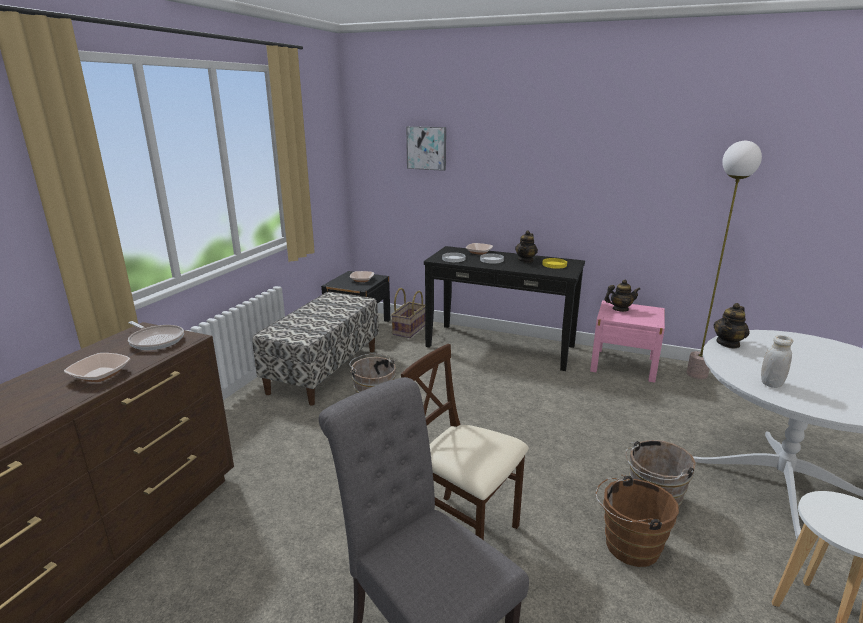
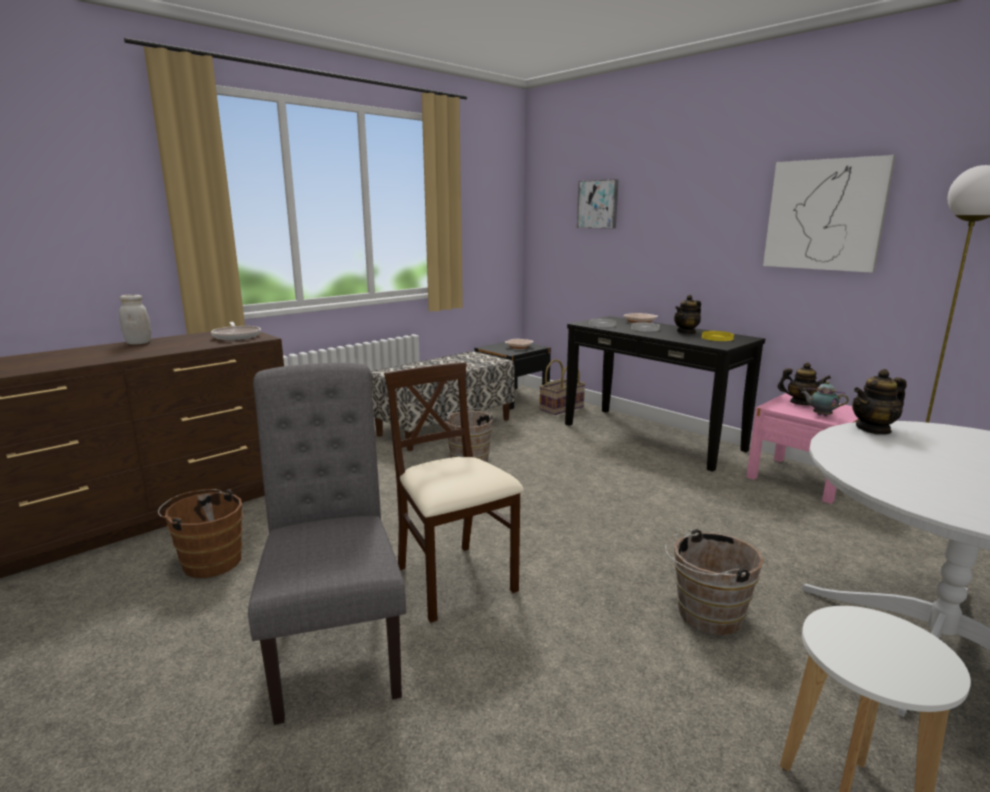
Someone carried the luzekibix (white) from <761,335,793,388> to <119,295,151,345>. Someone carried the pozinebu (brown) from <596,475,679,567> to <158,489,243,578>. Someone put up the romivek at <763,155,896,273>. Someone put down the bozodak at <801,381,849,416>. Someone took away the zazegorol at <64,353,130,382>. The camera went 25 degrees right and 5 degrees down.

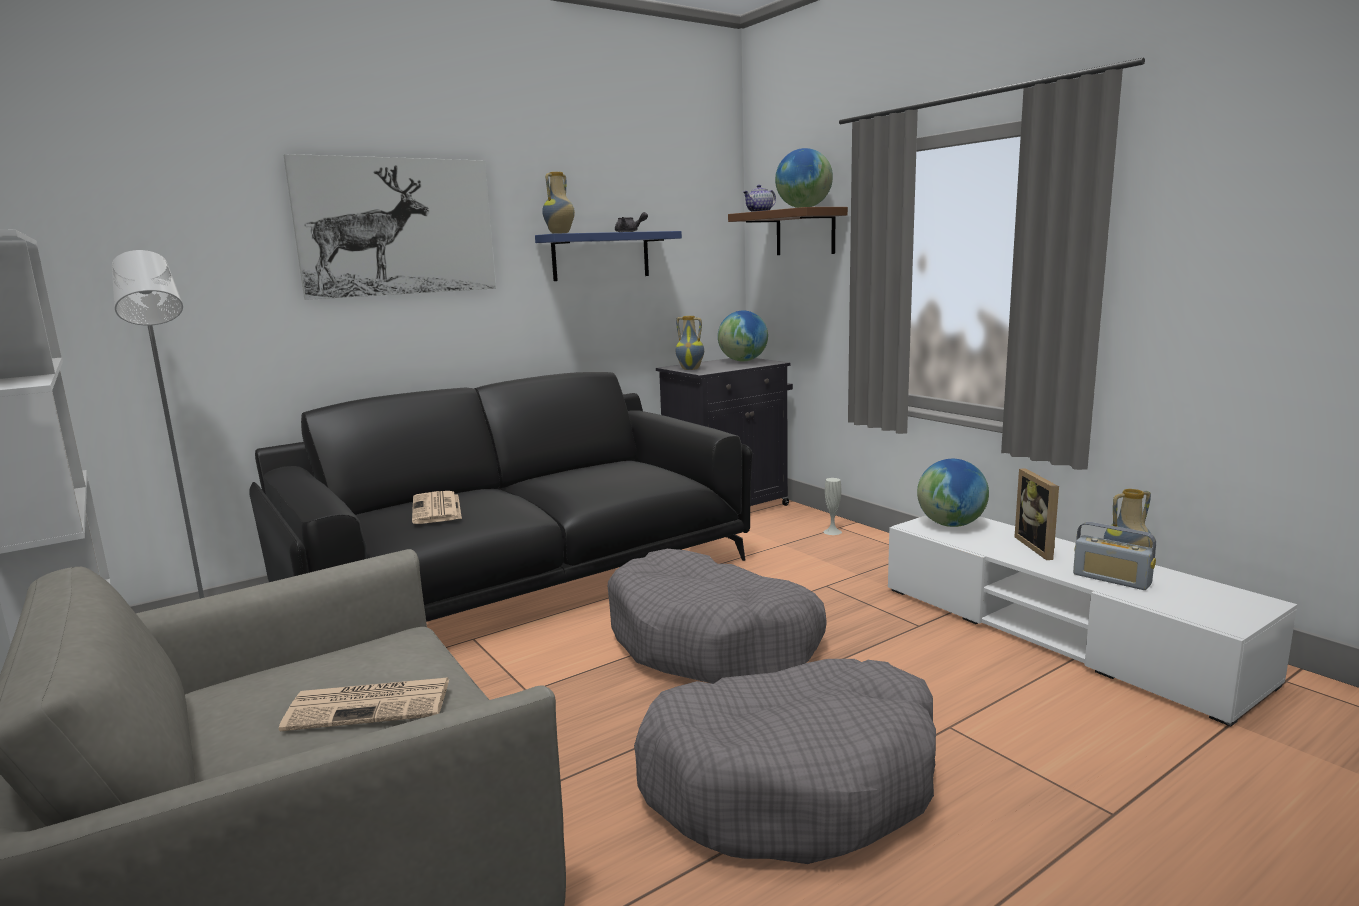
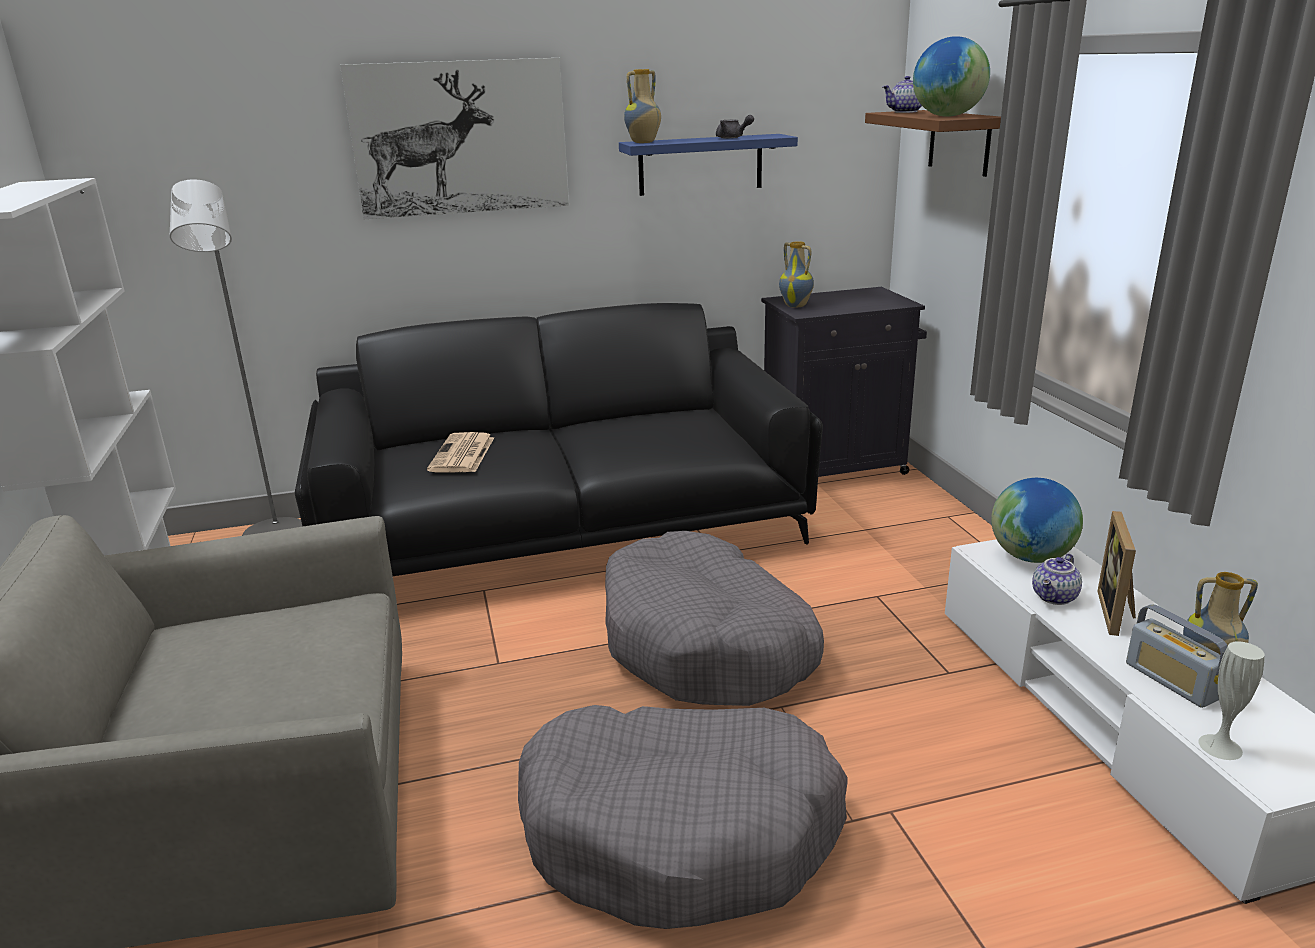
Someone put down the bozodak at <1032,553,1082,605>. Someone carried the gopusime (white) from <823,478,842,535> to <1198,641,1265,760>. Someone took away the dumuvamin at <279,677,450,731>. Someone took away the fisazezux at <718,311,768,361>. The camera went 20 degrees right and 10 degrees up.

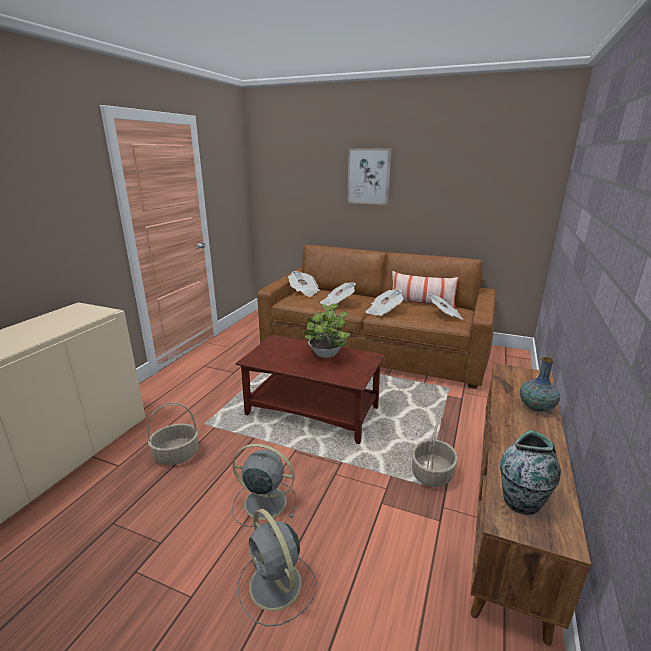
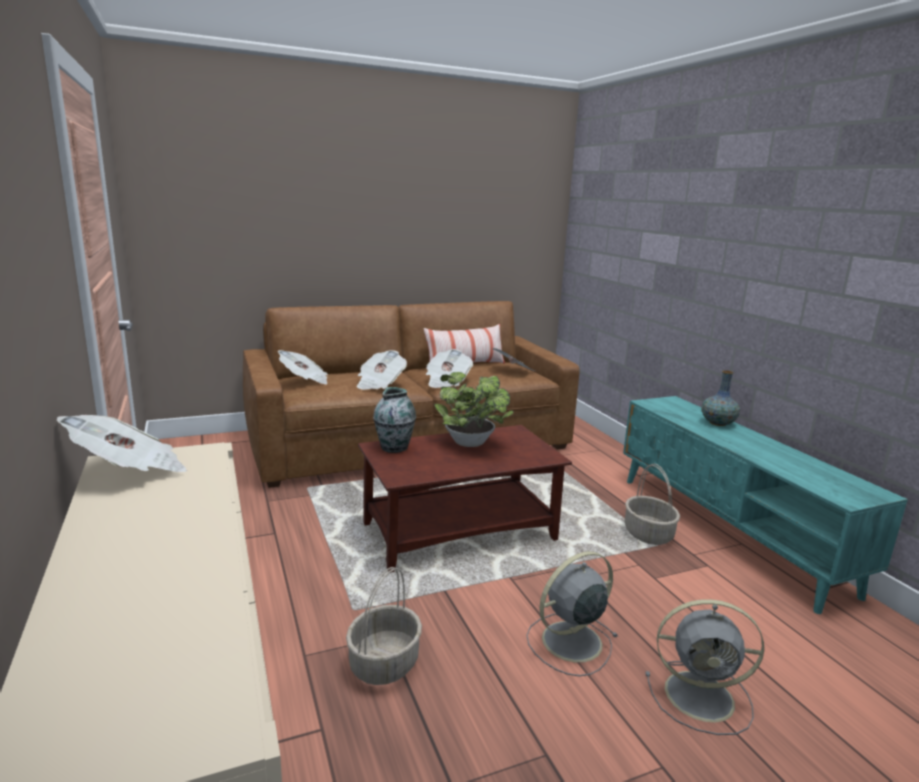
Someone put down the dumuvamin at <57,415,188,472>. Someone carried the gopusime from <500,430,561,515> to <373,387,416,453>. Someone repainted the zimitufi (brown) at <470,363,591,646>, which became the zimitufi (turquoise) at <623,396,908,614>. Someone took away the romivek at <347,148,391,205>. The camera went 45 degrees left and 5 degrees down.

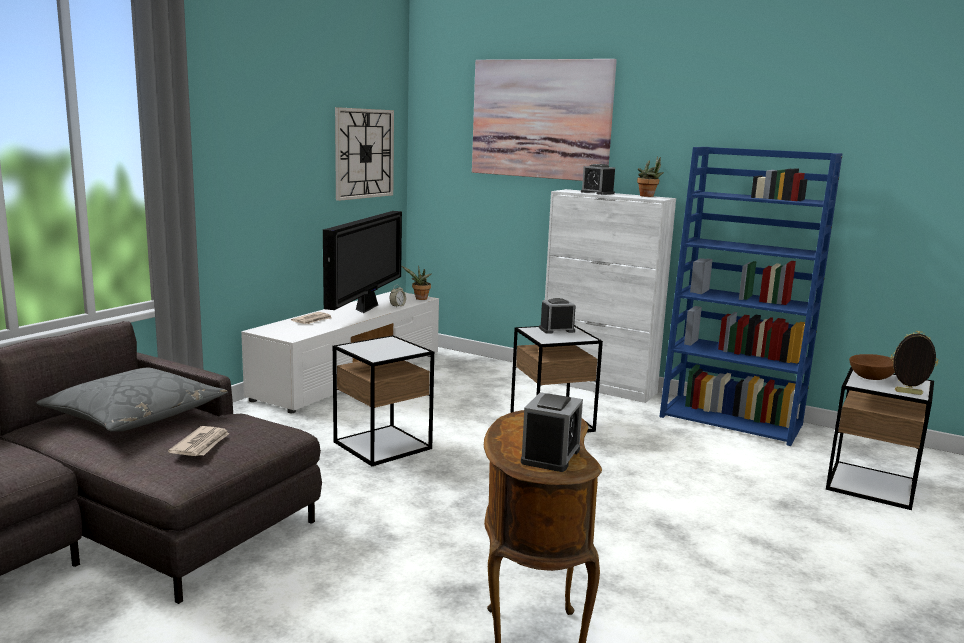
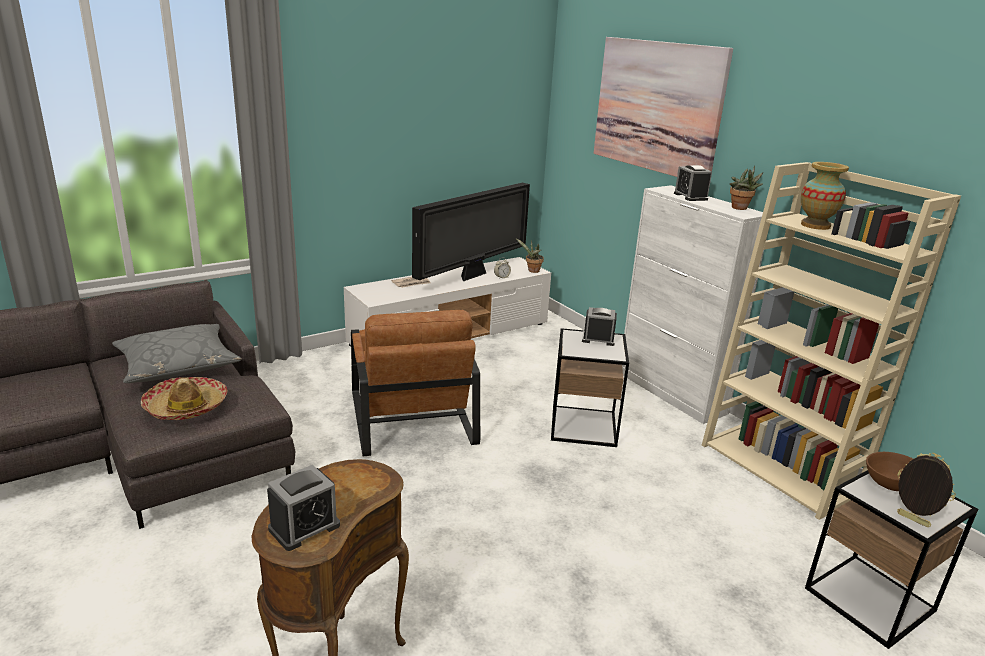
Someone swapped the dumuvamin at <168,426,229,456> for the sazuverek at <141,377,228,420>. Someone swapped the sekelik at <333,335,434,466> for the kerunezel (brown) at <351,310,480,456>. Someone repainted the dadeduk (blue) at <659,147,842,446>, which became the dadeduk (beige) at <702,162,961,520>. Someone put down the gopusime at <801,162,849,230>. Someone took away the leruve at <335,107,394,201>. The camera went 25 degrees right and 10 degrees up.

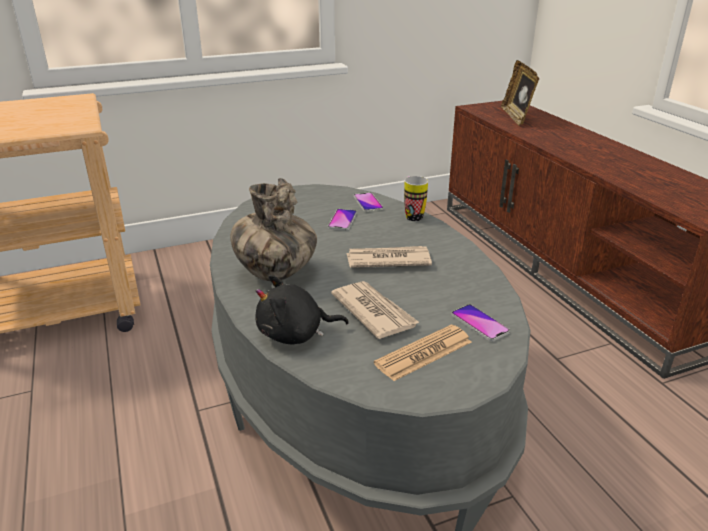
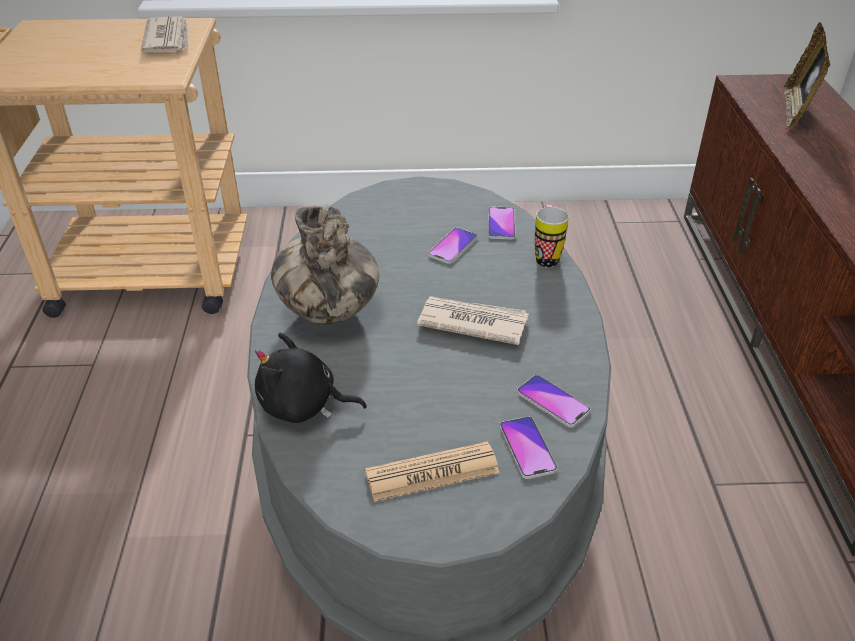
Someone carried the dumuvamin from <331,281,420,339> to <141,17,189,52>. Someone put down the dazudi at <517,375,591,427>. The camera went 20 degrees right and 10 degrees up.

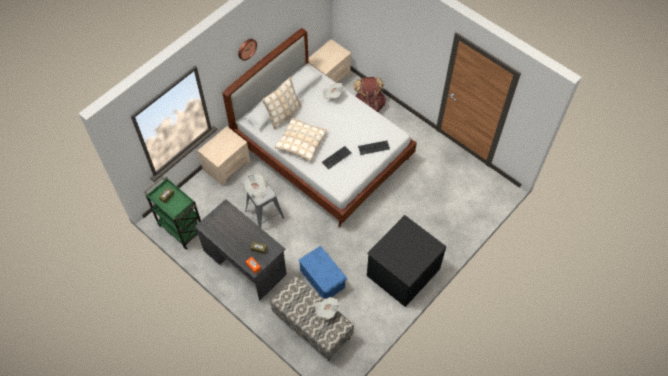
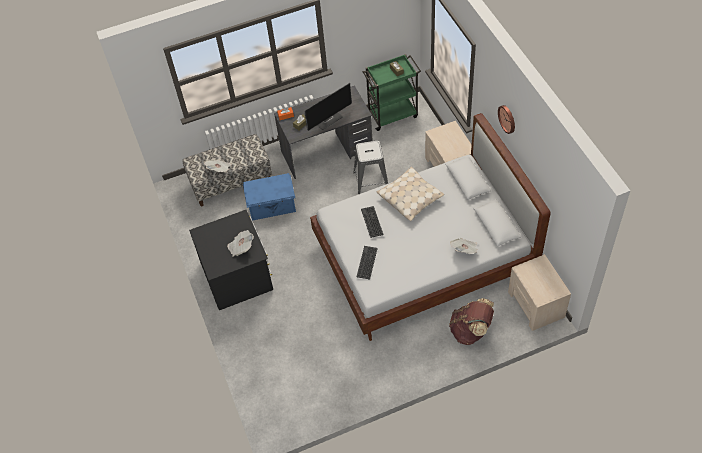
Someone carried the dumuvamin from <244,174,268,200> to <227,230,254,257>. Someone put down the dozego at <305,83,352,131>. Someone took away the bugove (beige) at <262,77,302,130>. The camera went 120 degrees right and 5 degrees down.

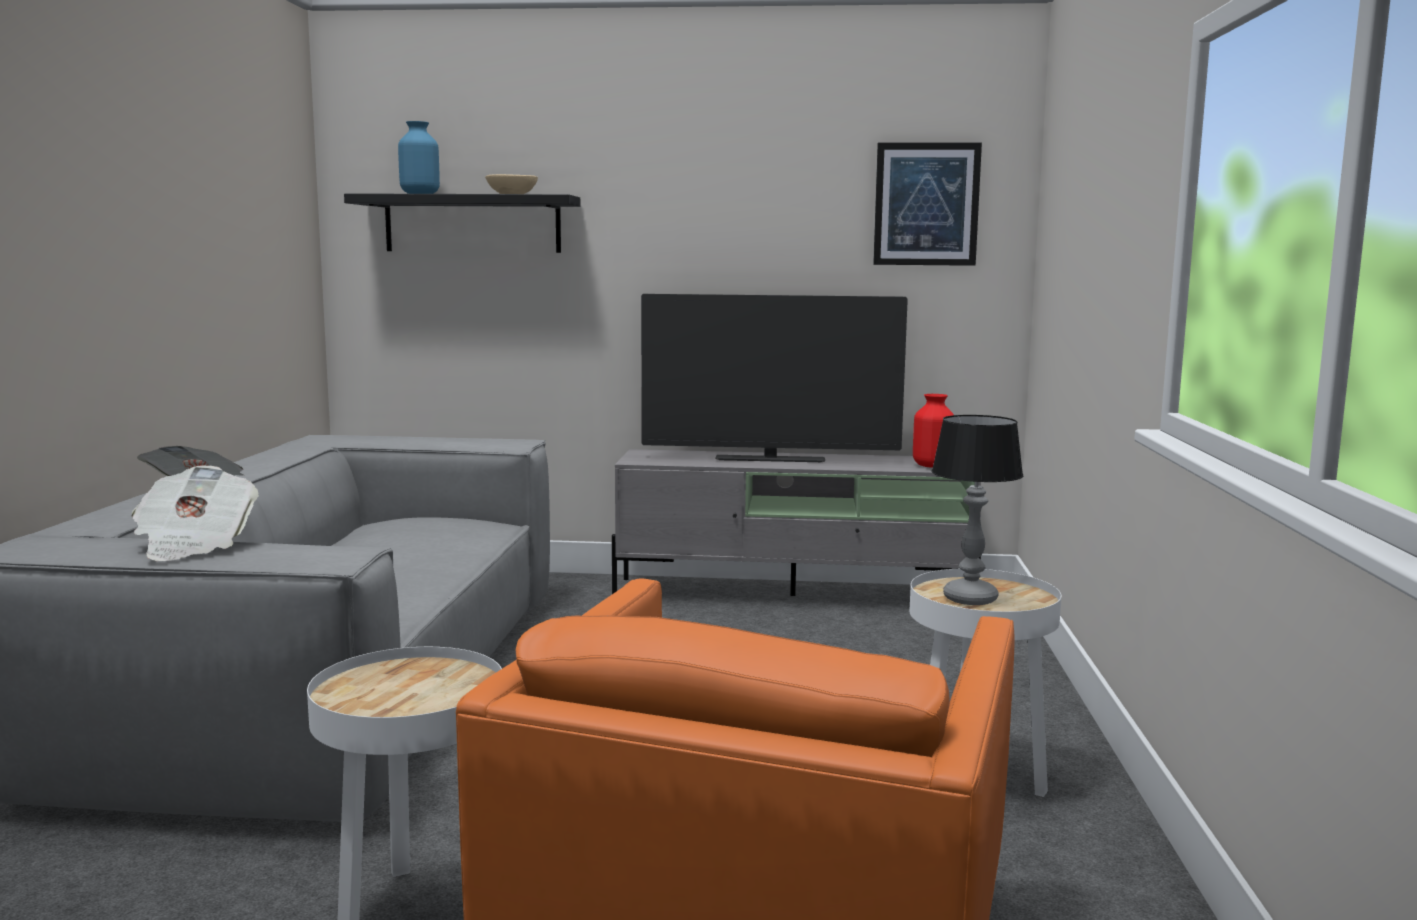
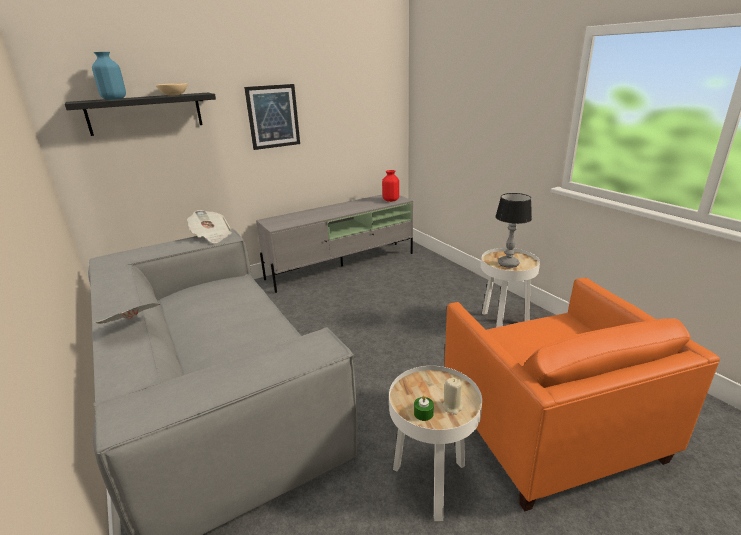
Someone carried the dumuvamin from <131,465,259,561> to <187,210,232,243>. Someone carried the romivek from <873,142,982,266> to <244,84,300,150>. Someone put down the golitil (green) at <414,395,434,421>. Someone put down the golitil (beige) at <442,377,463,415>. Someone took away the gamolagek at <641,294,908,462>. The camera went 35 degrees left and 15 degrees up.

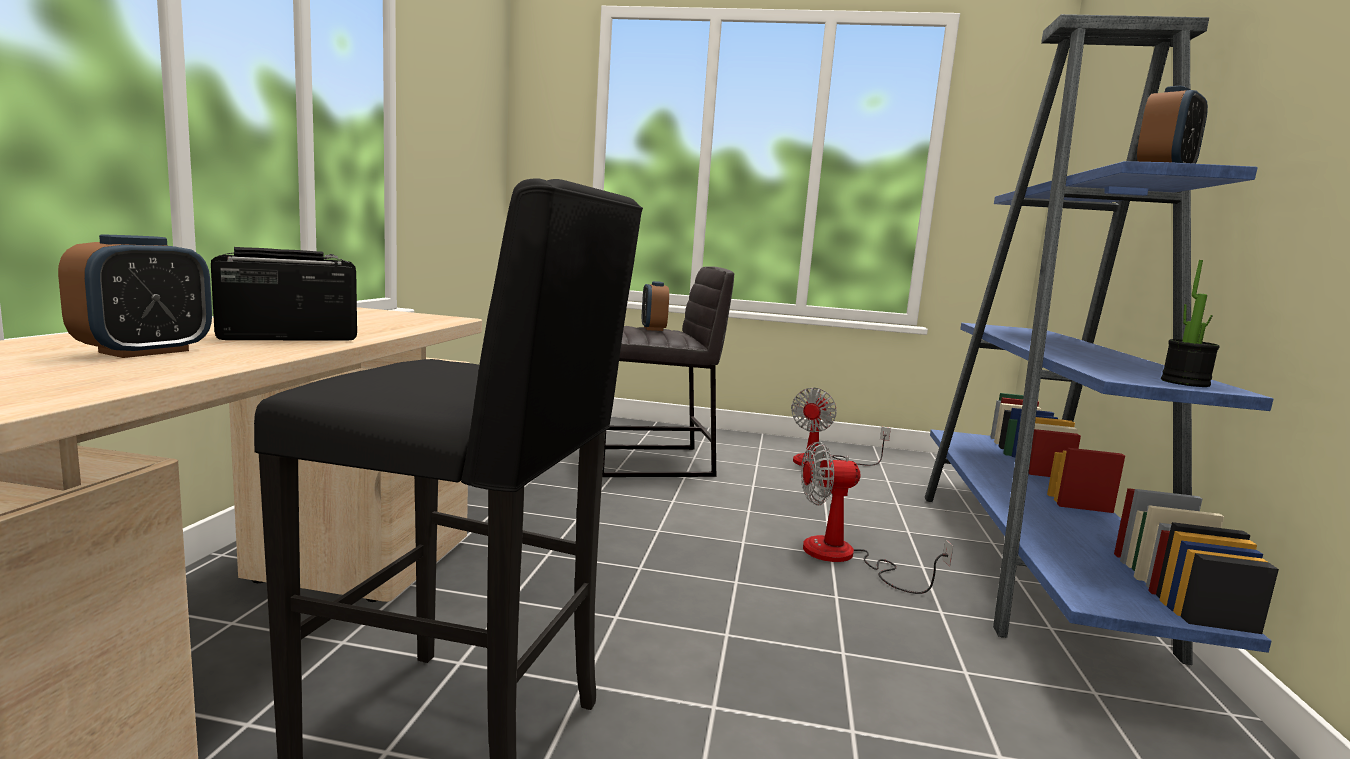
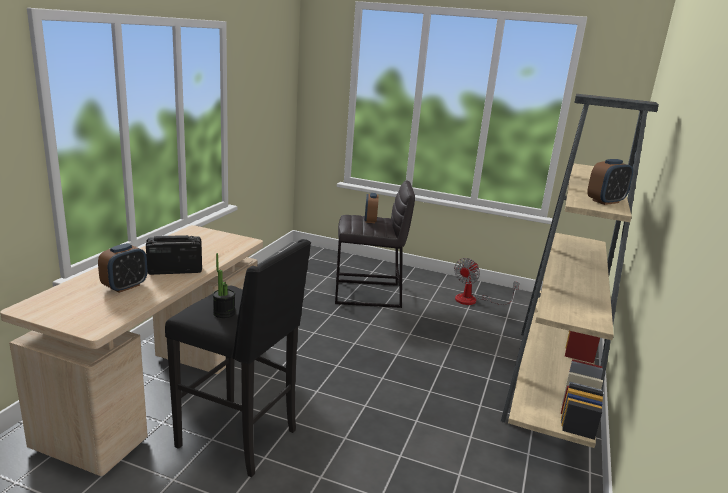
Someone carried the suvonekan from <1161,260,1220,387> to <213,253,235,318>. Someone repainted the dadeduk (blue) at <925,14,1279,665>, which became the dadeduk (beige) at <501,94,659,448>. Someone took away the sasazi at <801,442,953,594>. The camera went 10 degrees right and 10 degrees up.

